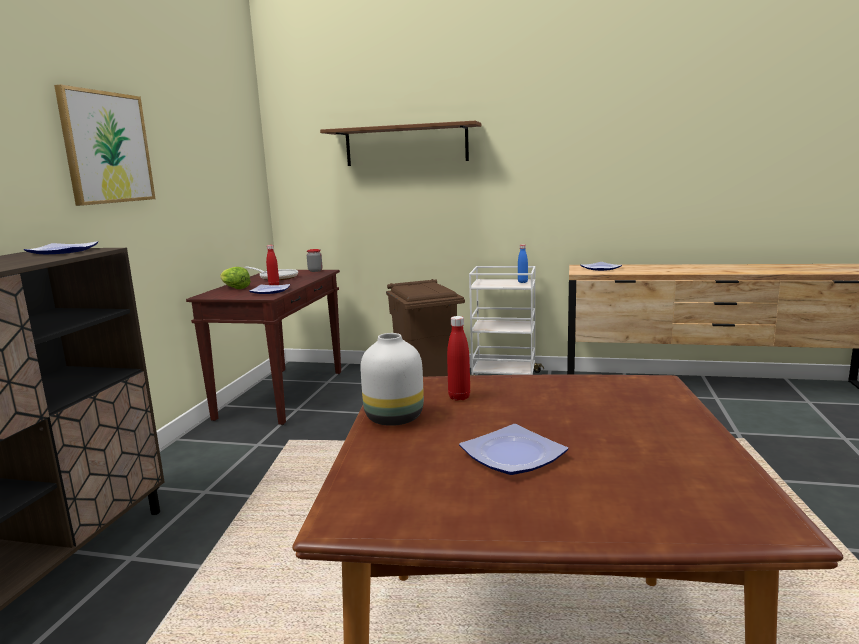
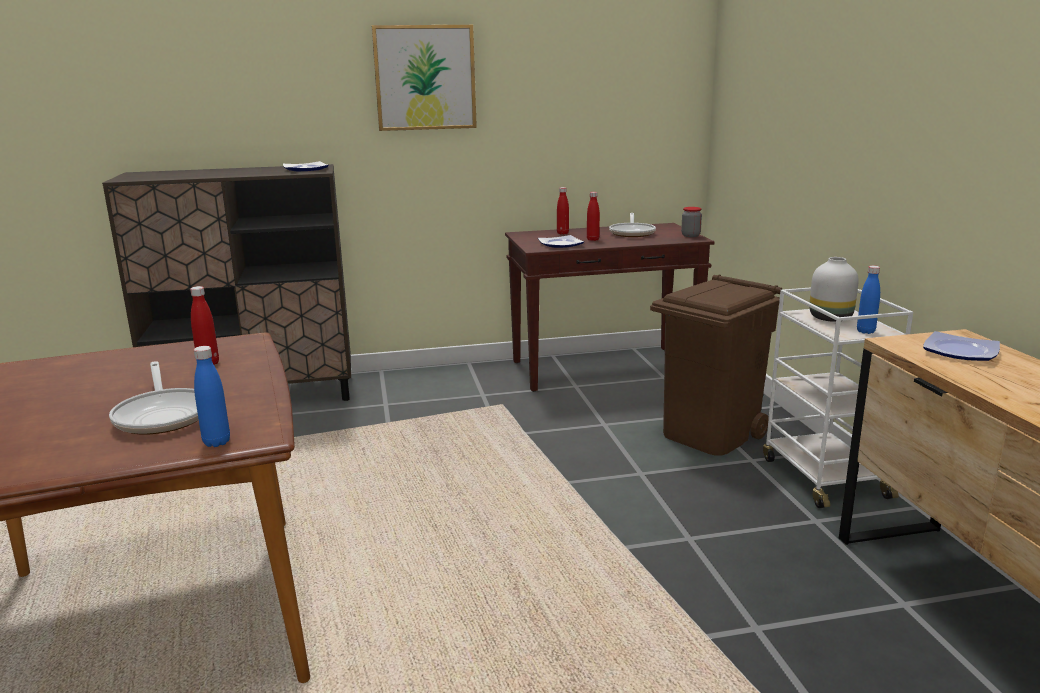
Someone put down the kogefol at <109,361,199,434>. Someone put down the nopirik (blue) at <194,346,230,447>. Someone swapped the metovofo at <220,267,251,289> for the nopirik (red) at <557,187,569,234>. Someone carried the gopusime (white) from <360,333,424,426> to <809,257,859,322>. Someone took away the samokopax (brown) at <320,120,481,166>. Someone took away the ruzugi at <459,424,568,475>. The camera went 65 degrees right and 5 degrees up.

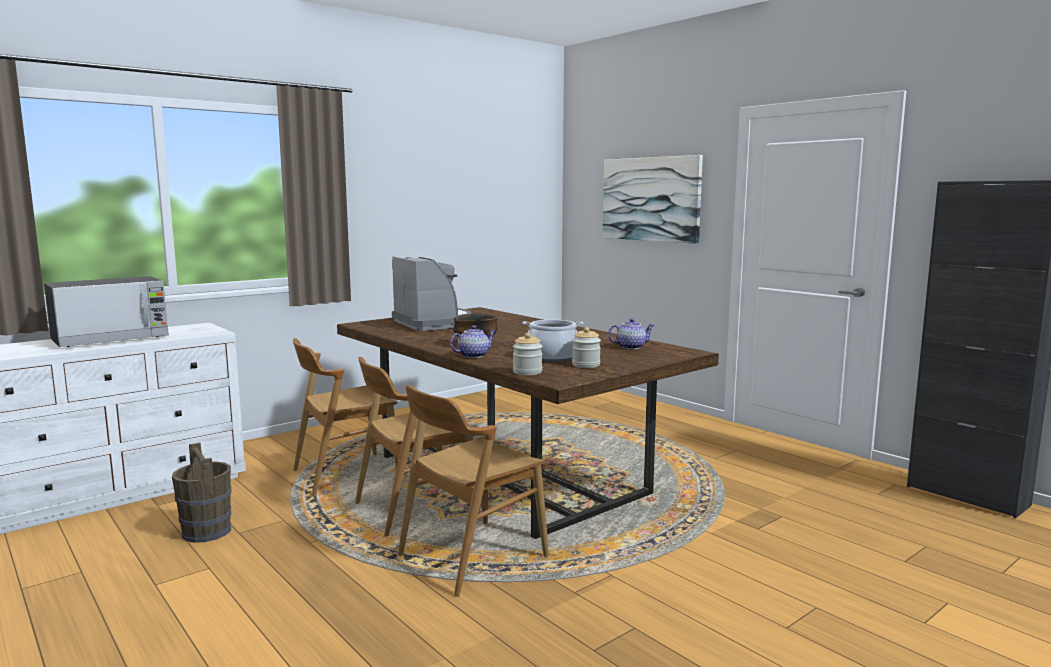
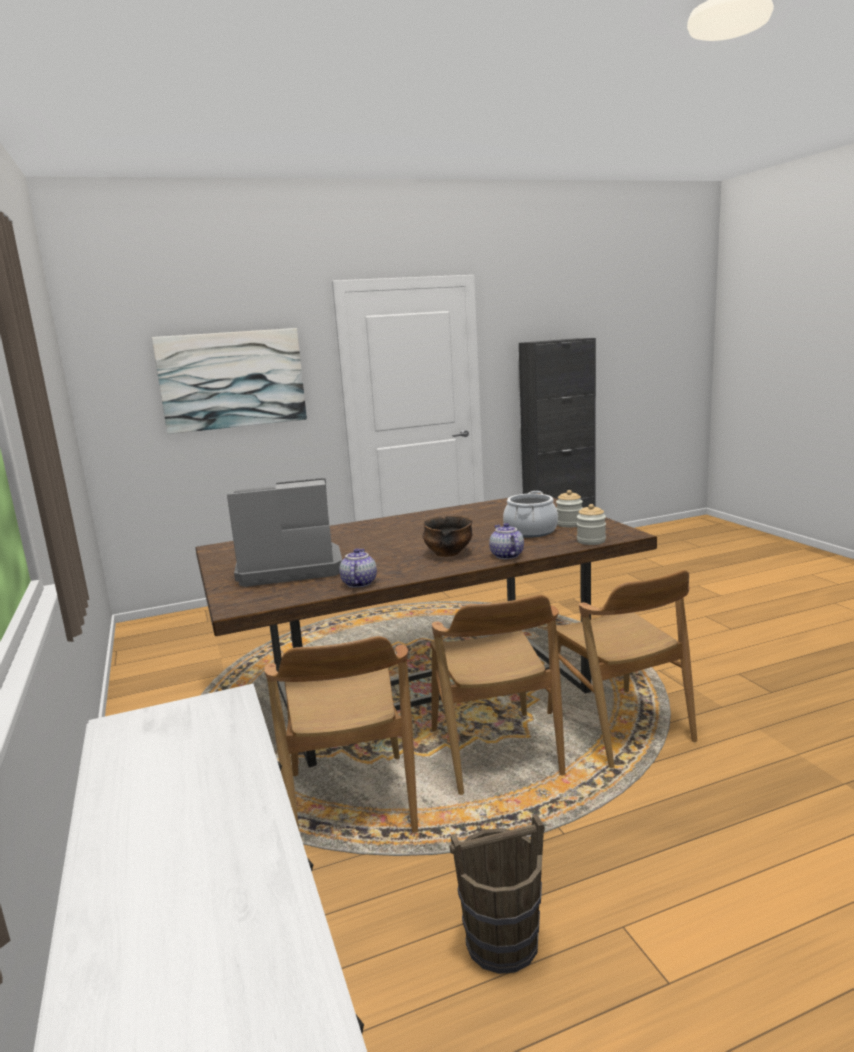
Someone carried the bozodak from <608,318,655,349> to <339,548,377,588>. Someone took away the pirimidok at <44,276,169,347>. The camera went 70 degrees left and 5 degrees up.

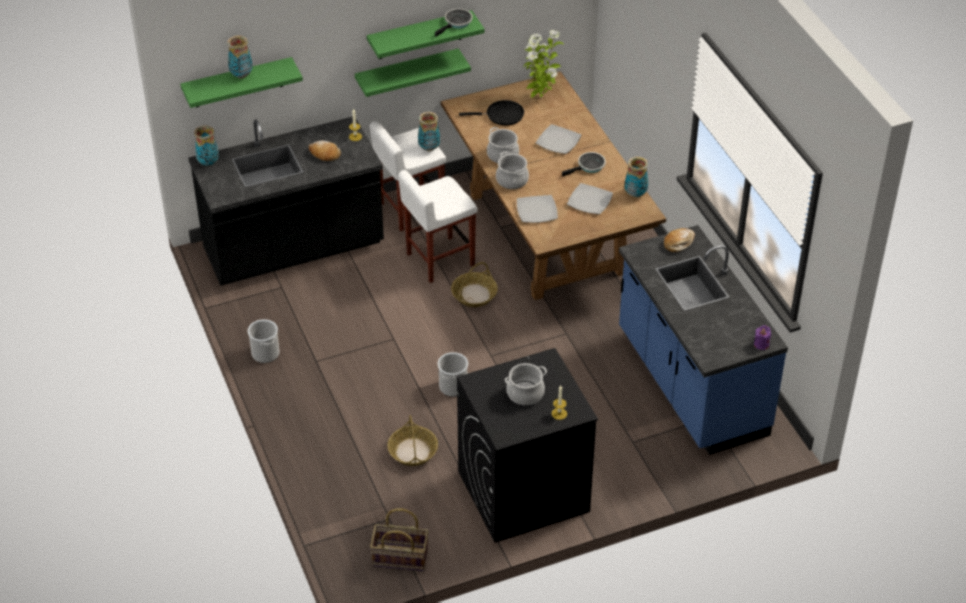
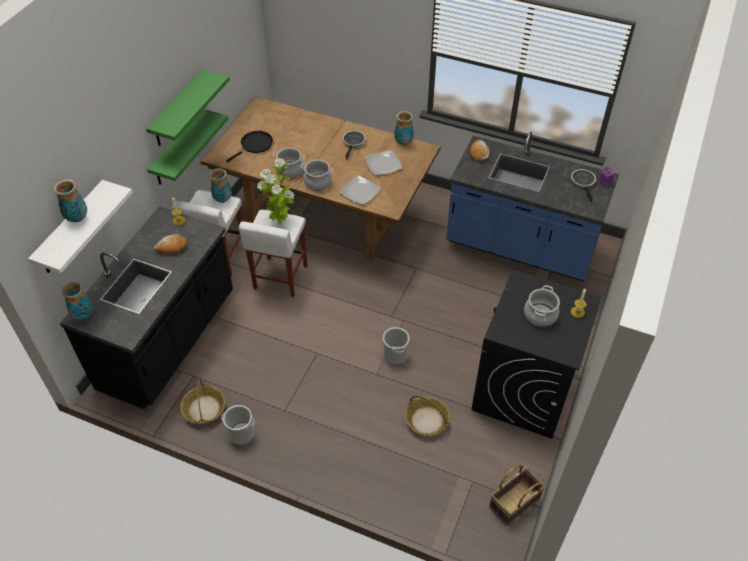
Someone repainted the samokopax (green) at <180,57,303,108>, which became the samokopax (white) at <28,180,133,273>. Someone carried the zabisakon from <451,262,498,307> to <180,379,225,424>. Someone carried the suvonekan from <524,30,563,98> to <257,158,294,225>. Someone carried the kogefol from <435,9,473,37> to <571,169,596,202>. Someone took away the ruzugi at <536,124,581,154>. The camera went 45 degrees left and 5 degrees up.

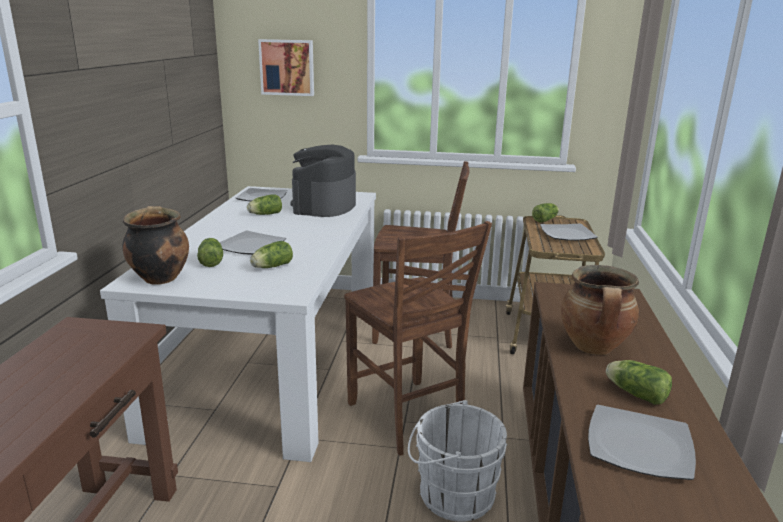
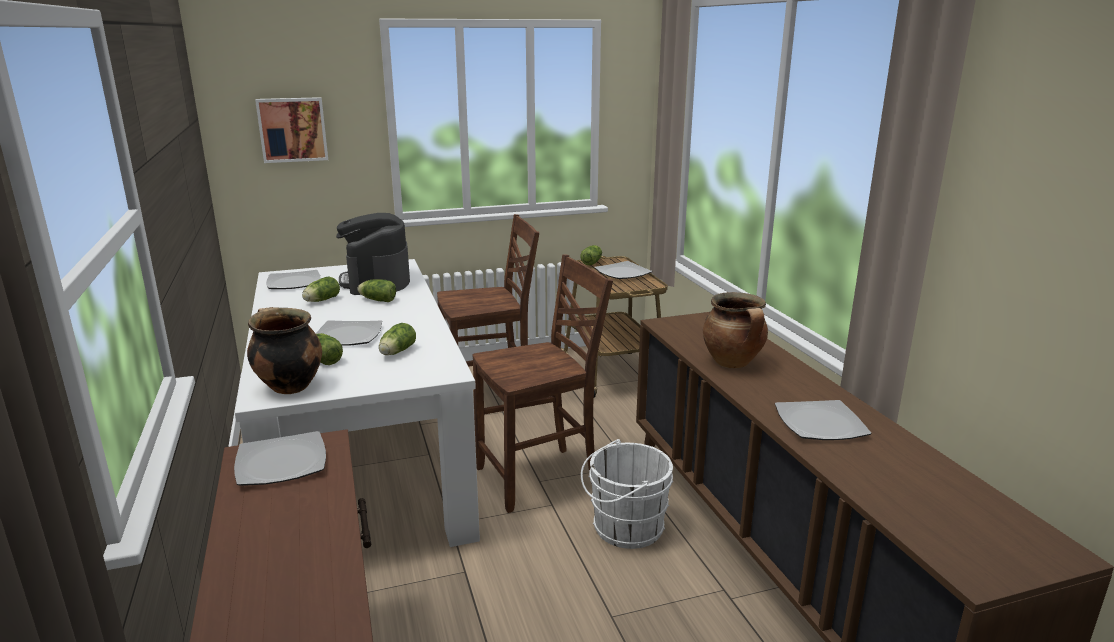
Someone put down the ruzugi at <234,431,326,486>. Someone carried the metovofo from <606,360,672,405> to <357,280,396,302>. Someone rotated the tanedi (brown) at <344,221,492,456> by 60 degrees counterclockwise. The camera went 25 degrees left and 0 degrees up.

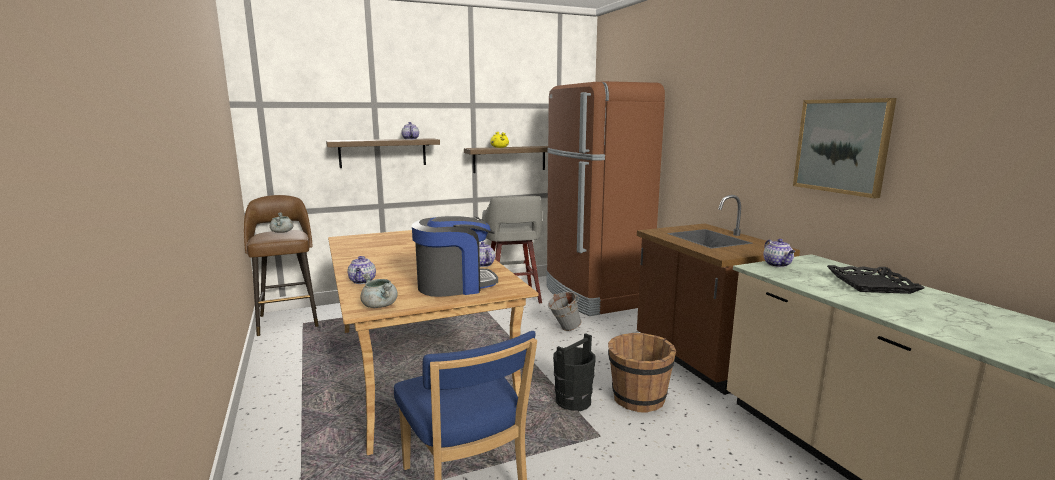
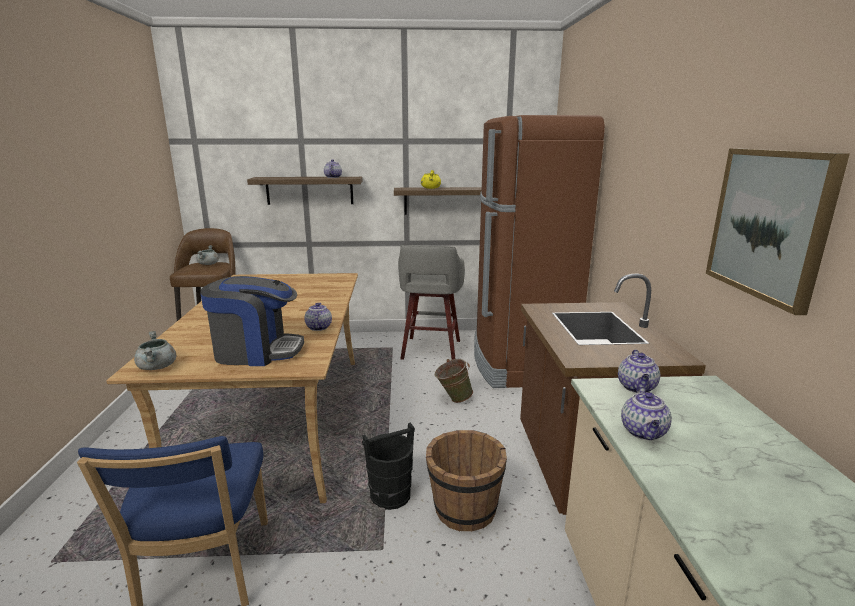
Someone repainted the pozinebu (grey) at <548,292,582,331>, which became the pozinebu (green) at <435,359,473,403>. Someone carried the bozodak from <348,256,376,284> to <621,386,672,440>. Someone took away the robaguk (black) at <827,265,925,294>. The camera went 20 degrees right and 5 degrees up.

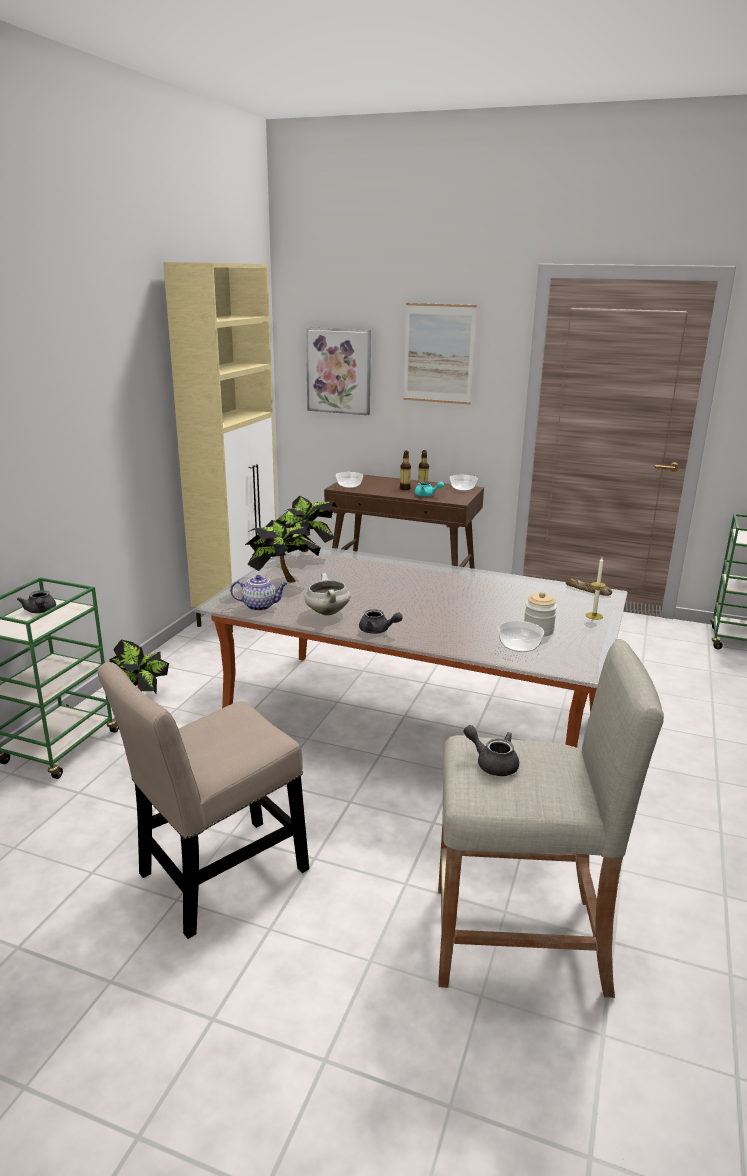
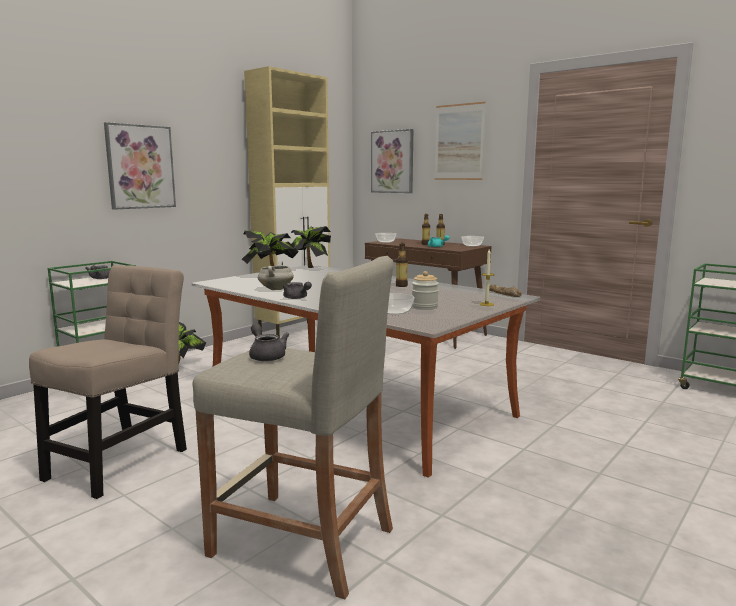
Someone rotated the tanedi (beige) at <97,662,309,939> by 135 degrees clockwise. Someone put up the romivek at <104,122,176,210>. Someone put down the nopirik at <396,243,408,287>. Someone took away the bozodak at <230,575,287,611>. The camera went 20 degrees right and 10 degrees down.

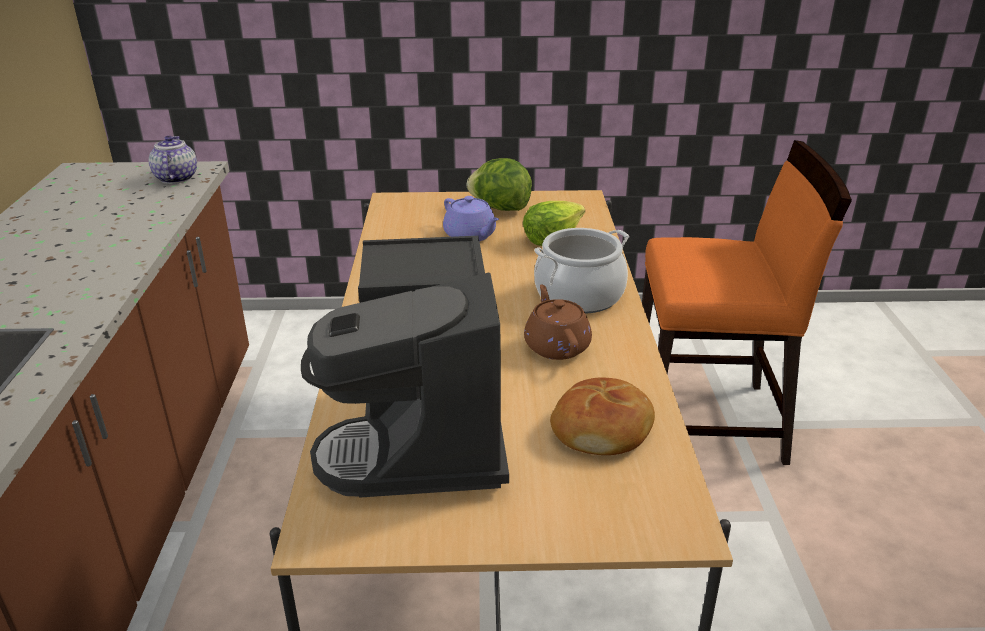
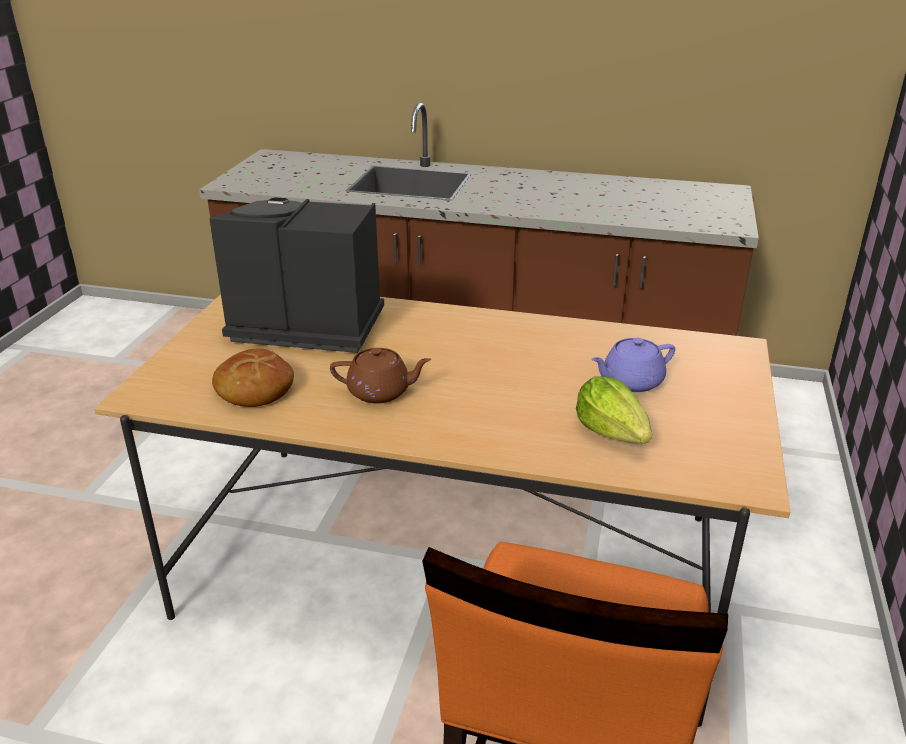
Someone took away the bozodak at <149,136,197,184>. Someone took away the metovofo at <466,158,532,211>. Someone took away the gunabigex at <534,228,629,314>. The camera went 105 degrees right and 0 degrees up.

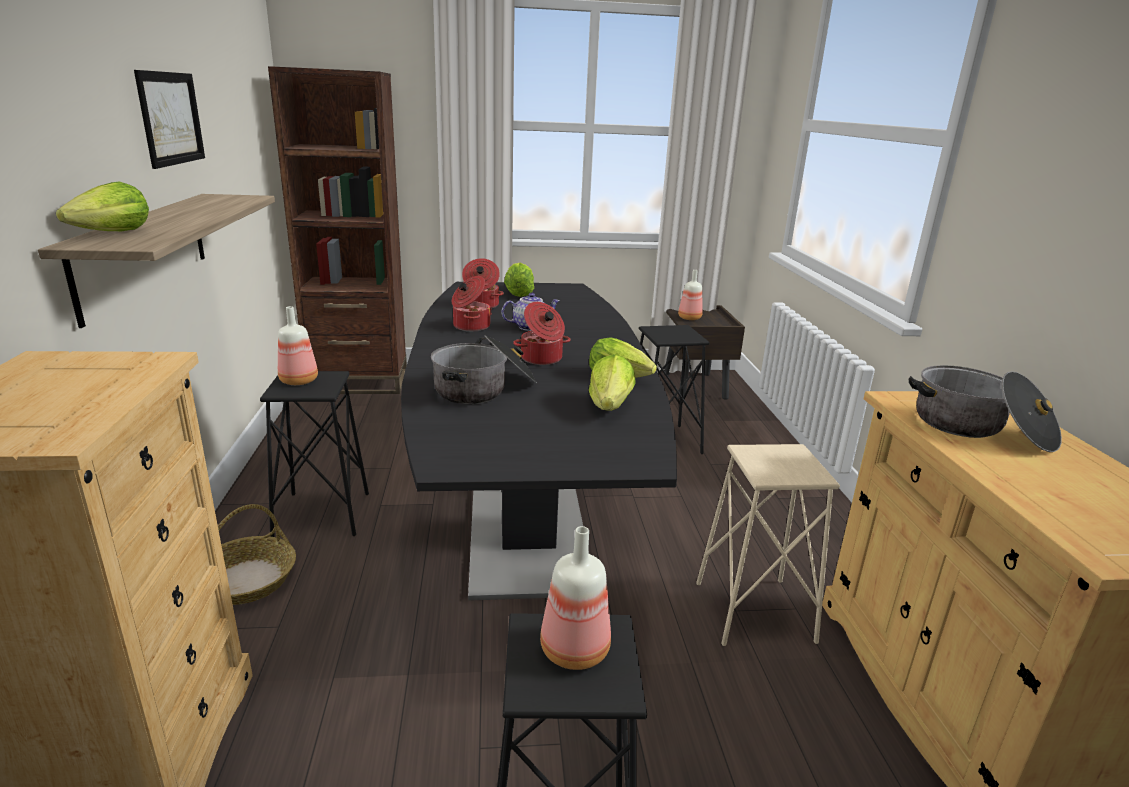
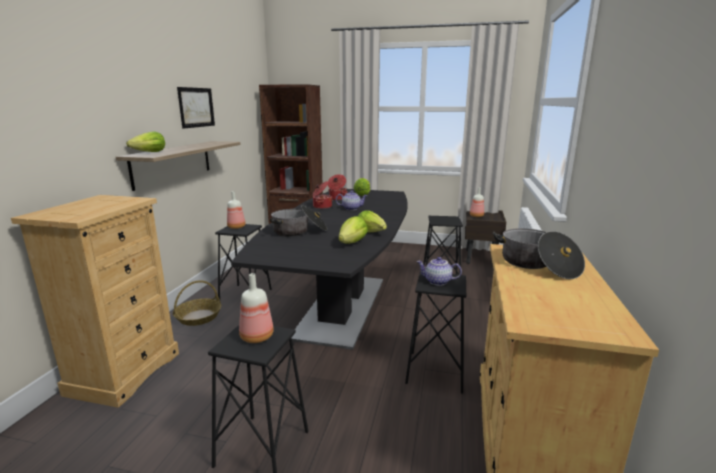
Someone repainted the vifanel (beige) at <696,444,840,646>, which became the vifanel (black) at <405,271,466,393>. Someone put down the bozodak at <416,257,462,286>. Someone took away the gunabigex at <513,302,570,365>. The camera went 20 degrees right and 5 degrees down.

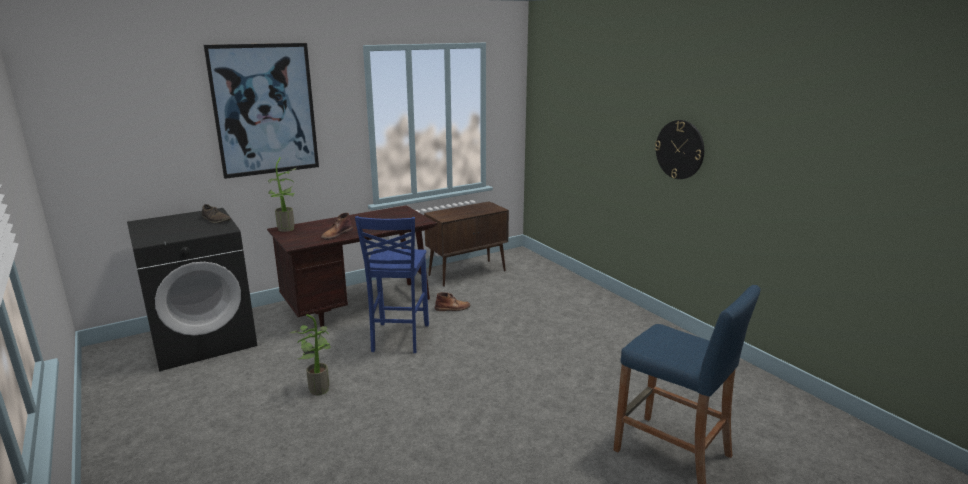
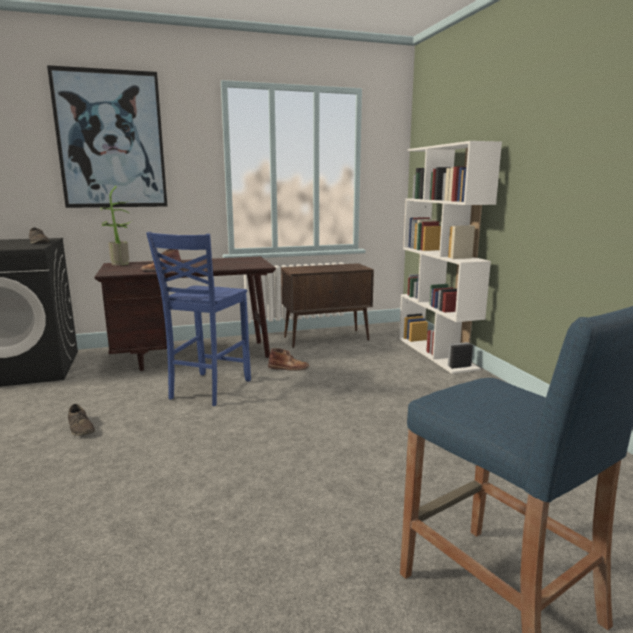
Someone swapped the suvonekan at <290,314,331,395> for the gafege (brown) at <68,404,95,436>. Someone put down the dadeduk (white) at <399,141,502,374>. Someone took away the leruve at <655,120,704,179>. The camera went 15 degrees right and 5 degrees down.

